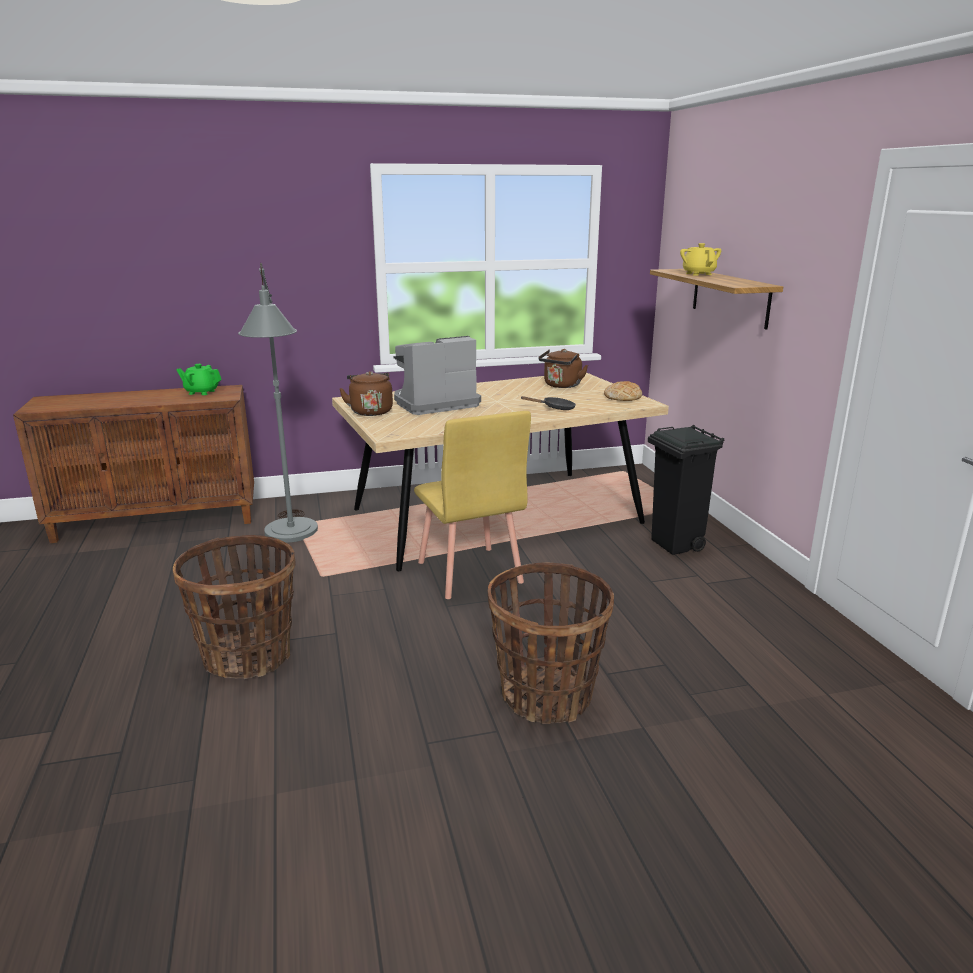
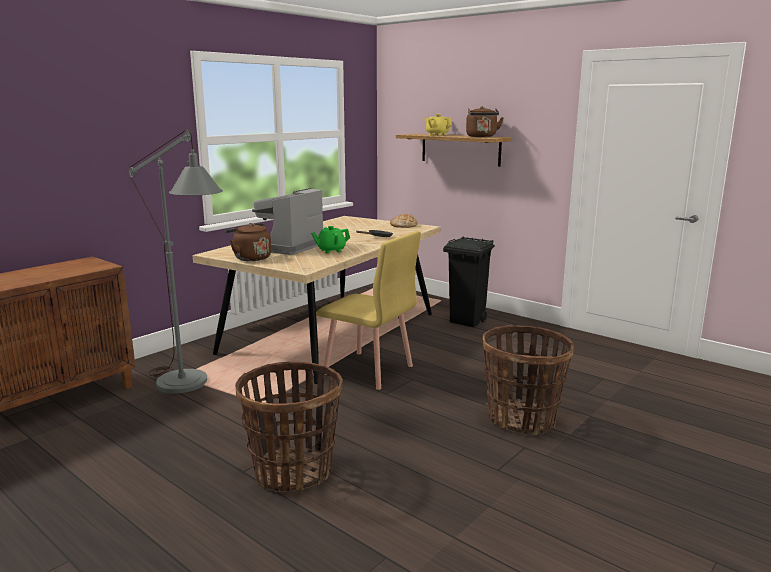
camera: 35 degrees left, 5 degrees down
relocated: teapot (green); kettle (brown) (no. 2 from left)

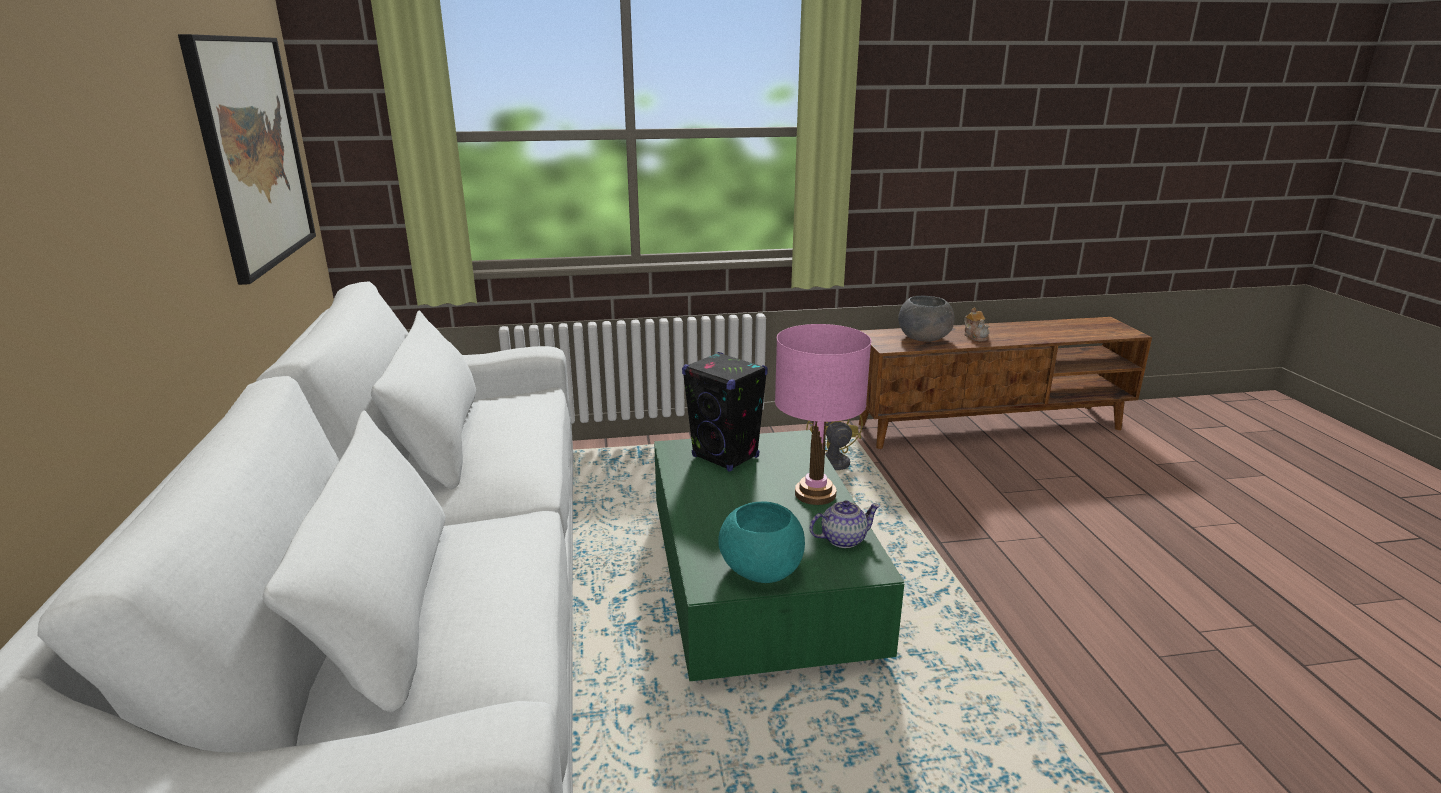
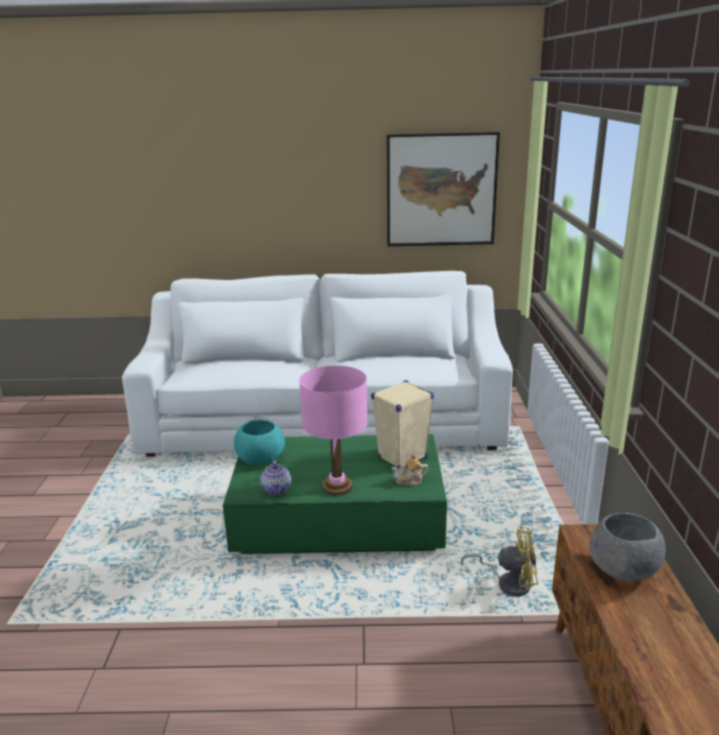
camera: 100 degrees right, 0 degrees up
relocated: teapot (no. 2 from left)
colour: speaker (black) to speaker (beige)

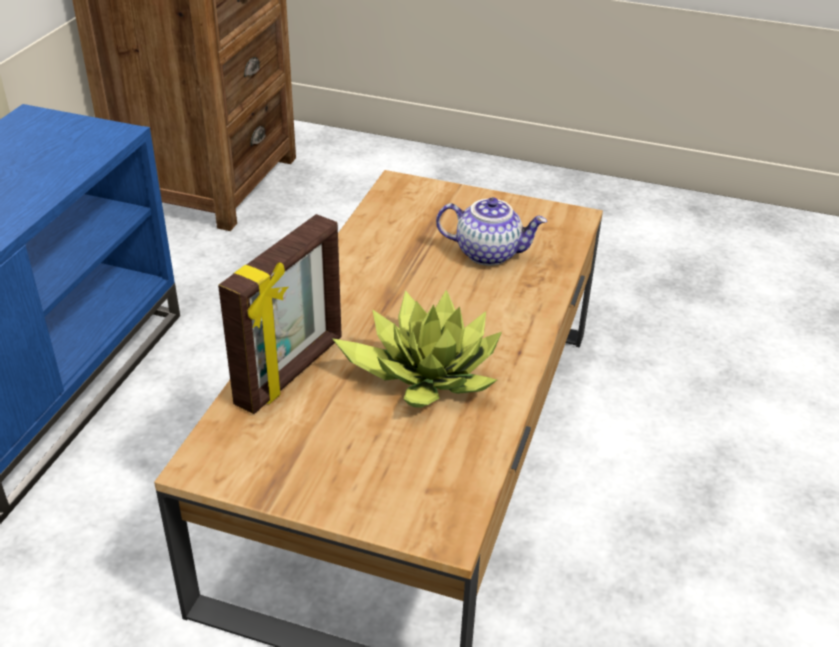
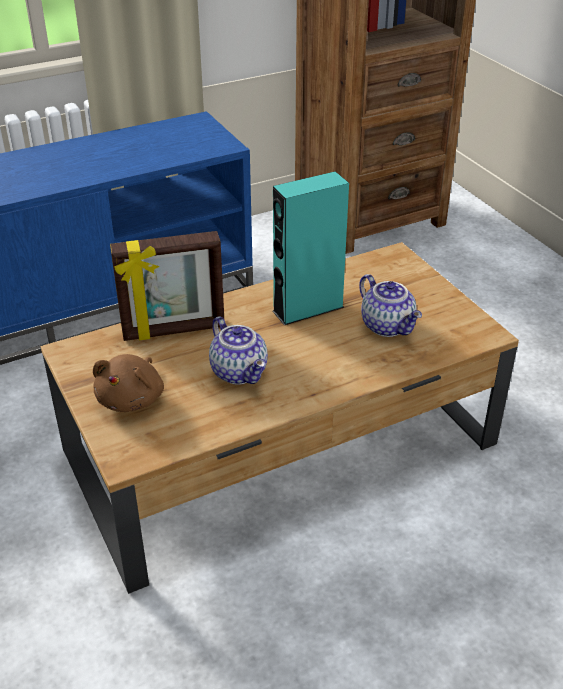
camera: 45 degrees right, 0 degrees up
appeared: plush toy (brown); speaker (turquoise)
exchanged: potted plant to teapot (no. 1 from left)

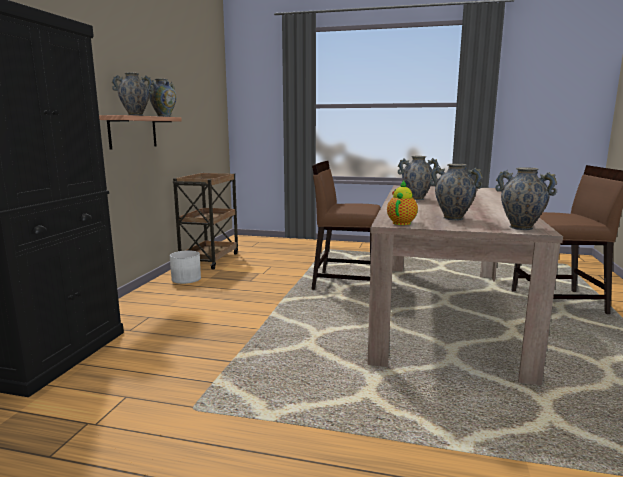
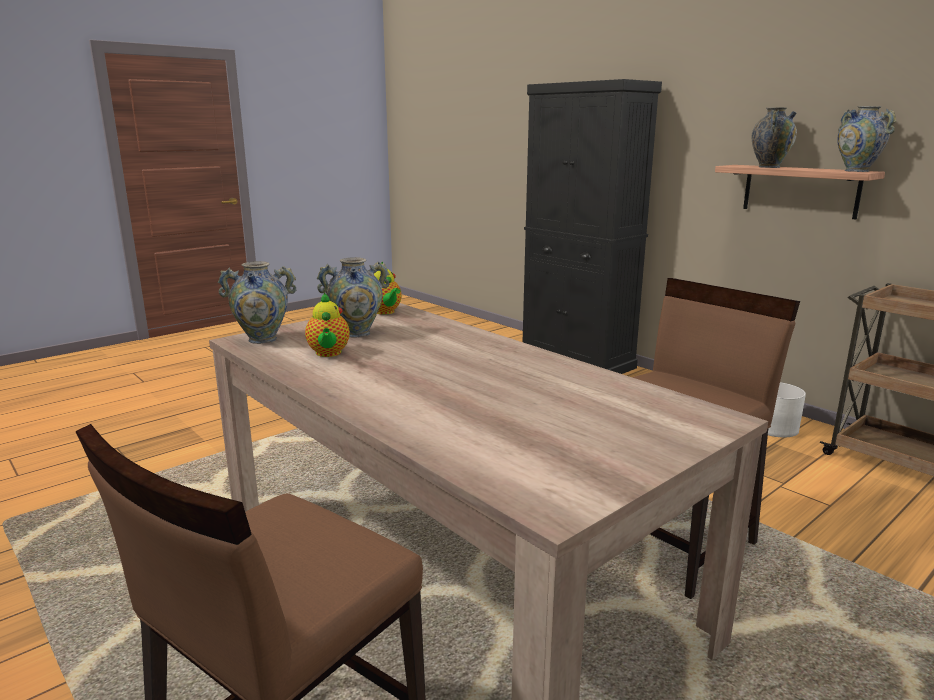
camera: 125 degrees right, 5 degrees up
missing: vase (no. 3 from left)
appeared: teapot (no. 1 from left)

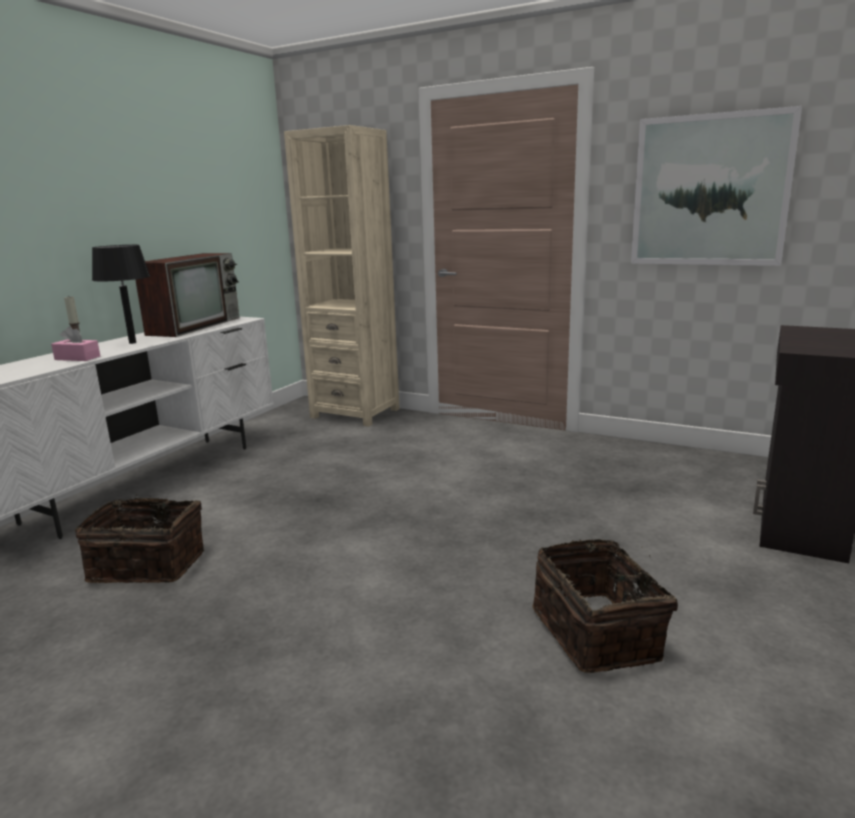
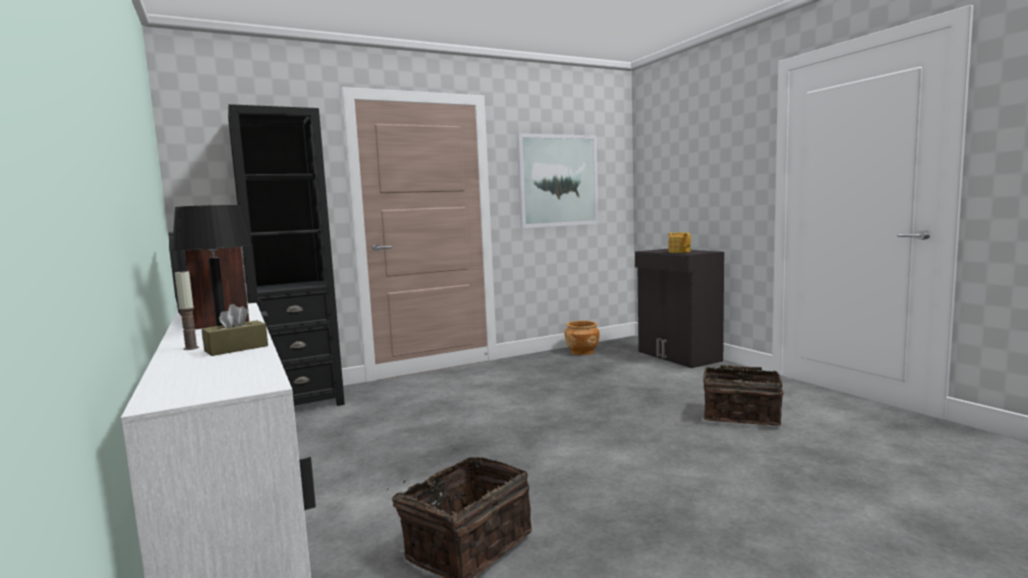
camera: 55 degrees left, 10 degrees down
appeared: planter (brown); teapot
colour: tissue box (pink) to tissue box (brown); bookcase (beige) to bookcase (black)

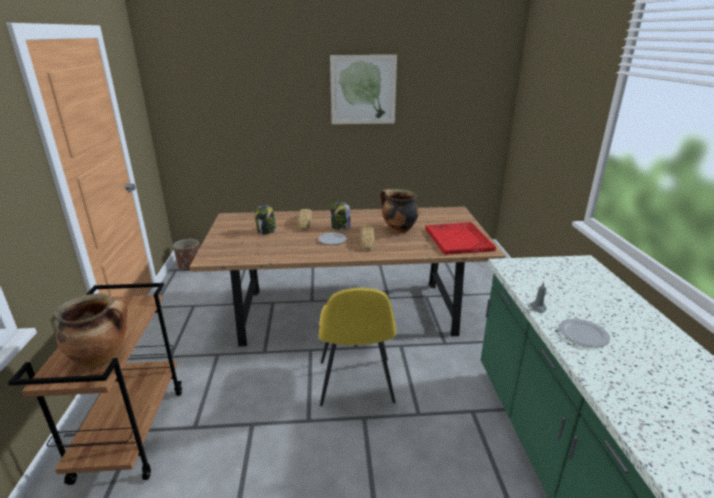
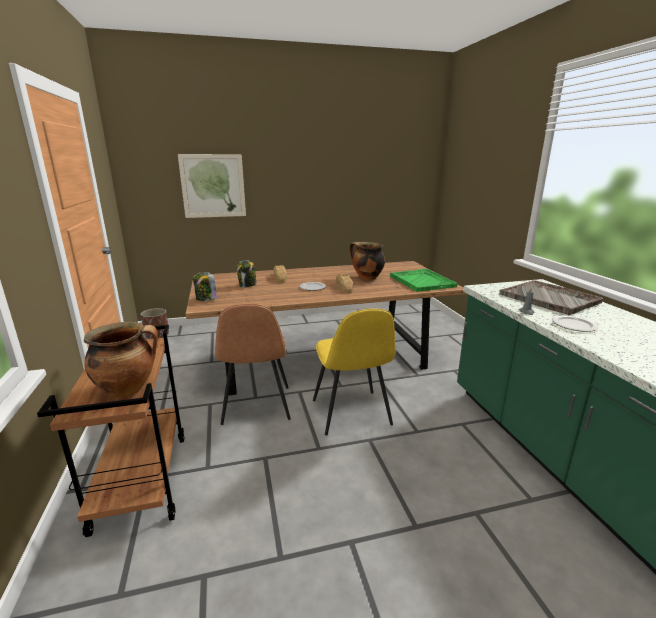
camera: 10 degrees left, 5 degrees down
appeared: chair (brown); tray (grey)
relocated: picture; jar (no. 2 from left in the first image) to jar (no. 1 from left)
colour: tray (red) to tray (green)

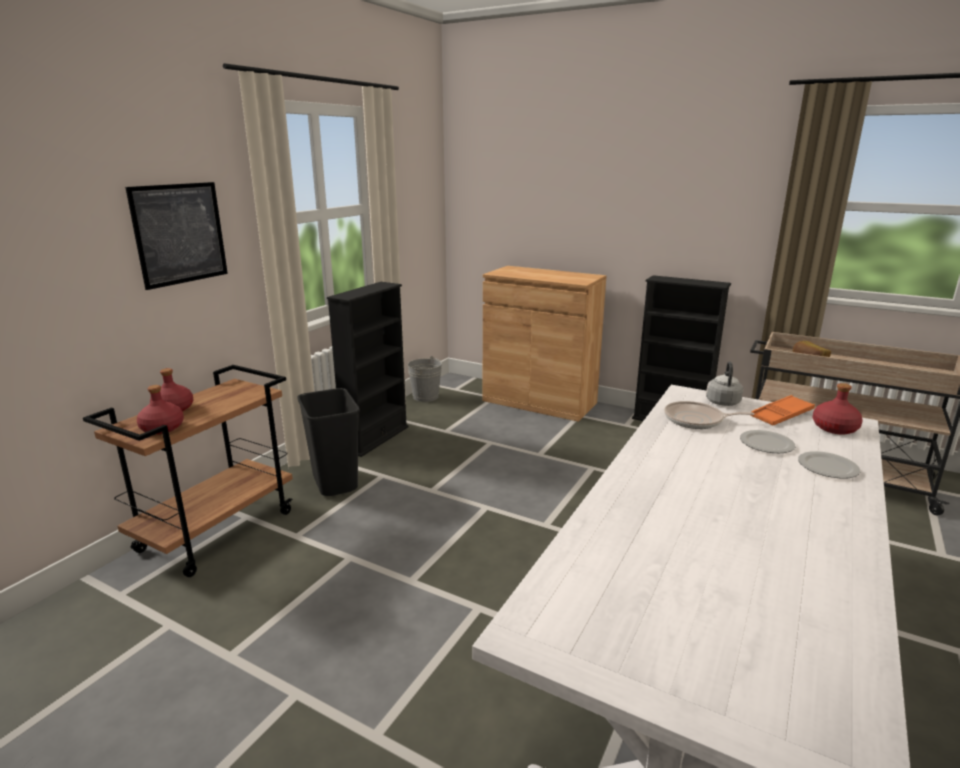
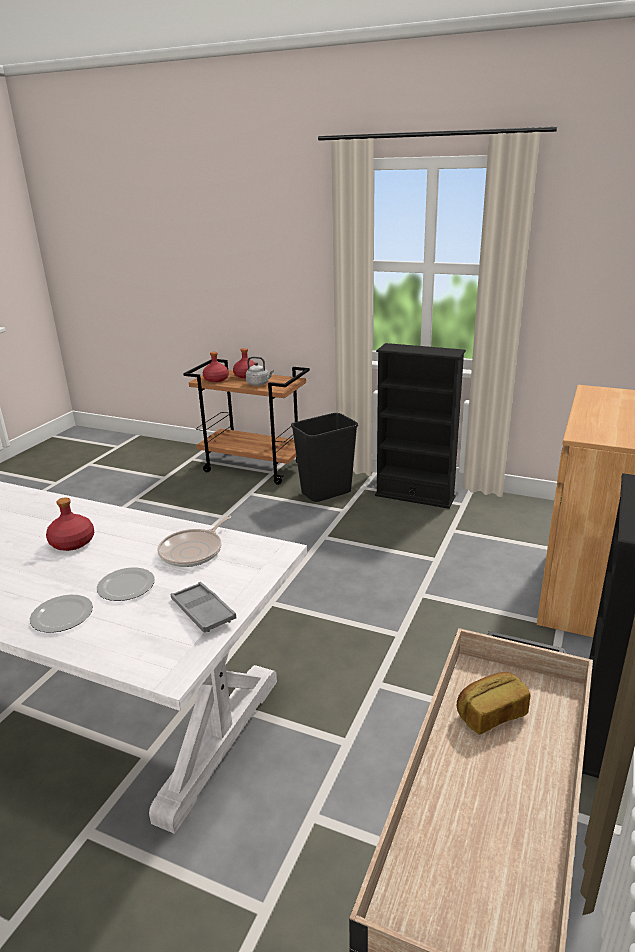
camera: 85 degrees right, 5 degrees up
missing: picture; bucket (grey)
relocated: kettle (grey); bottle (red) (no. 3 from left in the first image) to bottle (red) (no. 1 from left)
colour: tray (orange) to tray (grey)
spun: frying pan 150 degrees counterclockwise

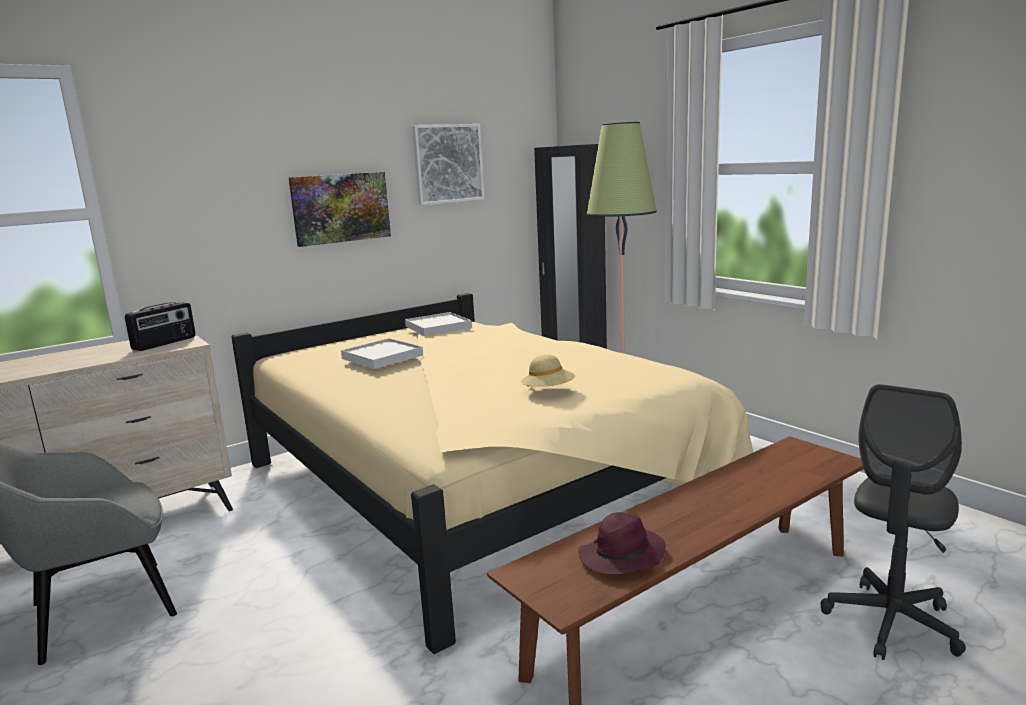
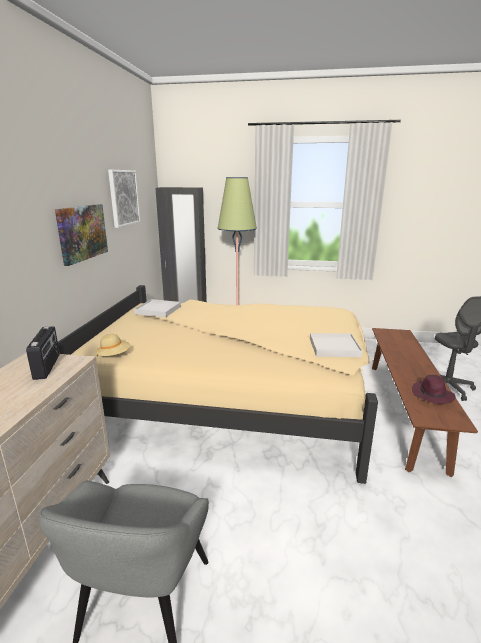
camera: 45 degrees left, 5 degrees up
relocated: tray (white) (no. 1 from left in the first image) to tray (white) (no. 2 from left); hat (beige)

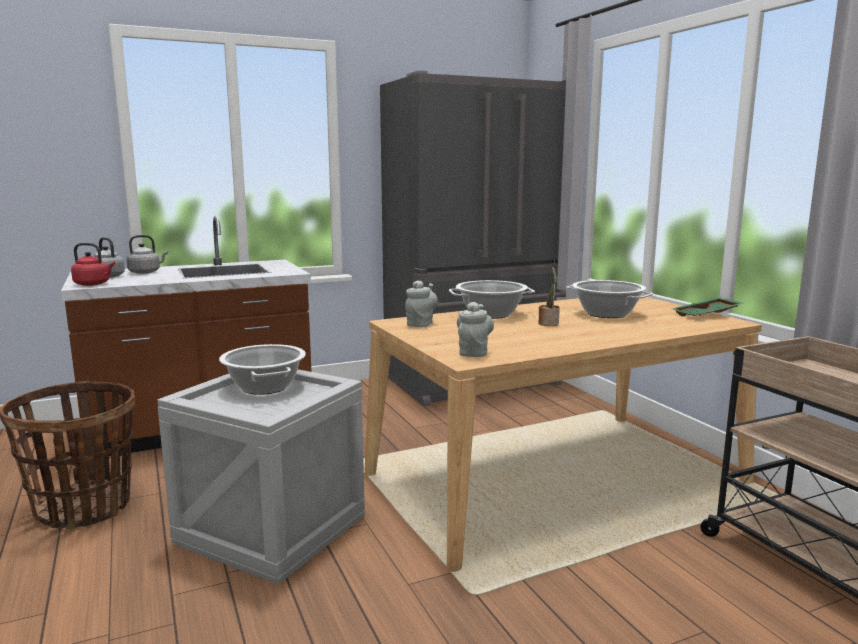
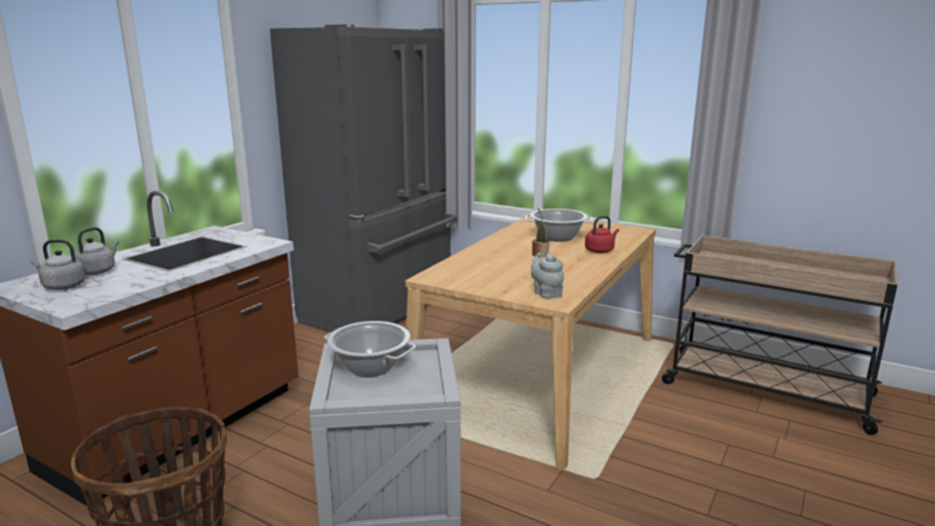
camera: 35 degrees left, 5 degrees up
missing: teapot (grey) (no. 1 from left); cooking pot (no. 2 from left); tray (green)
relocated: kettle (red)

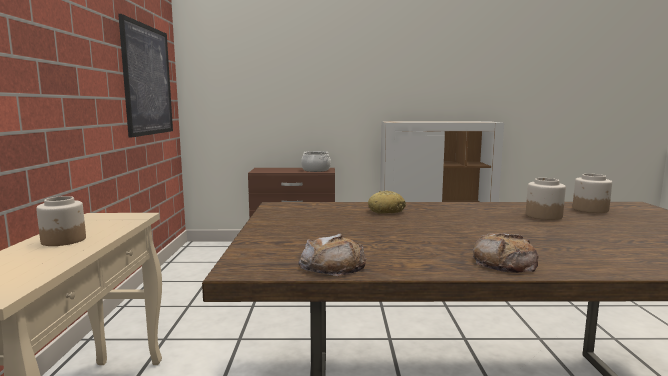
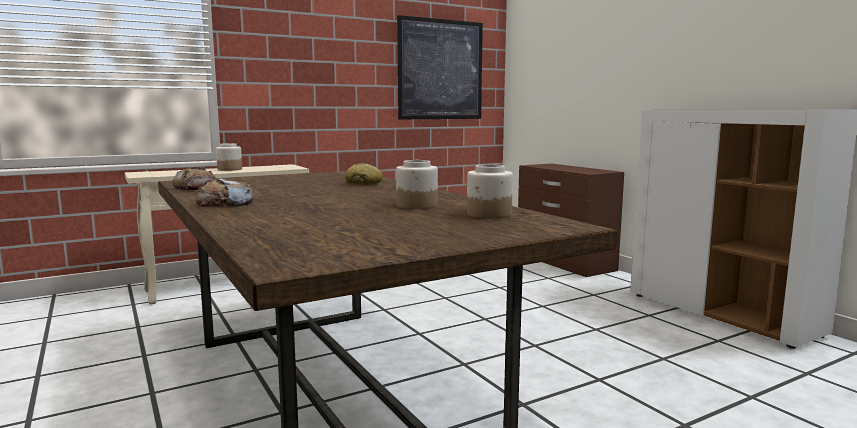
camera: 60 degrees right, 0 degrees up
missing: cooking pot

